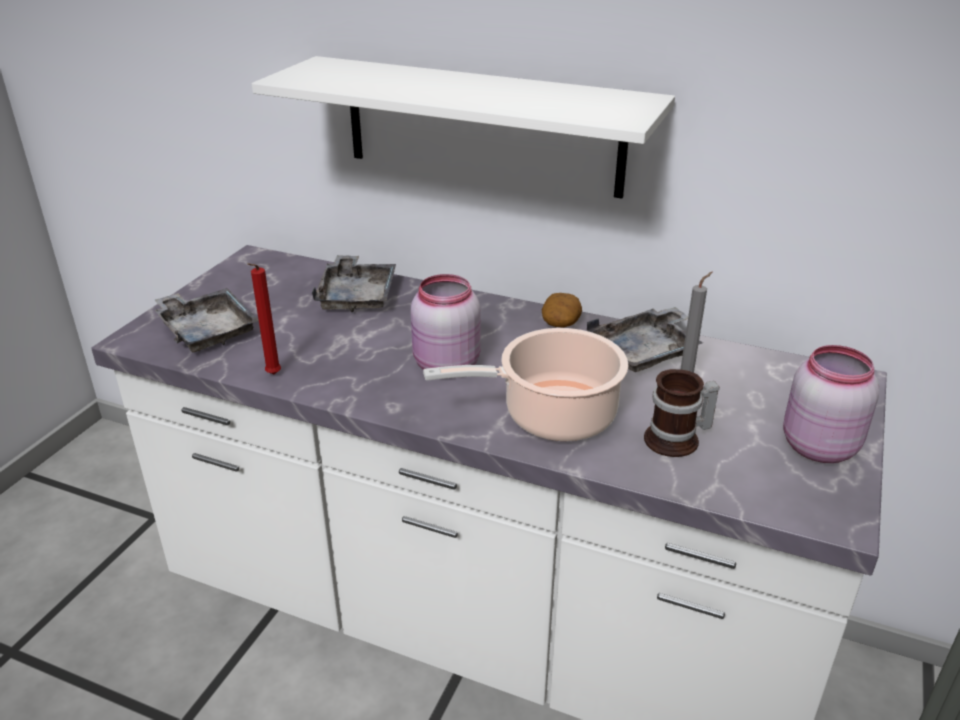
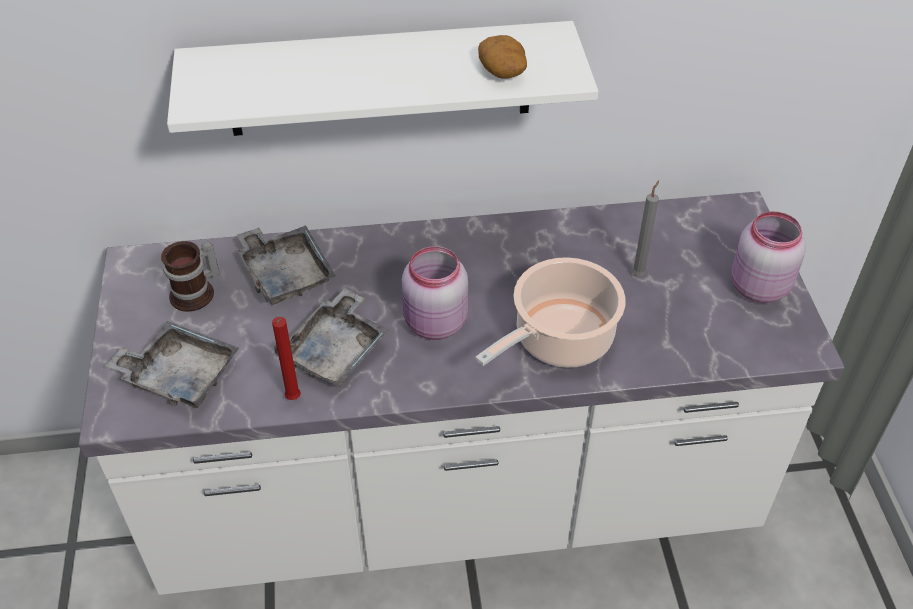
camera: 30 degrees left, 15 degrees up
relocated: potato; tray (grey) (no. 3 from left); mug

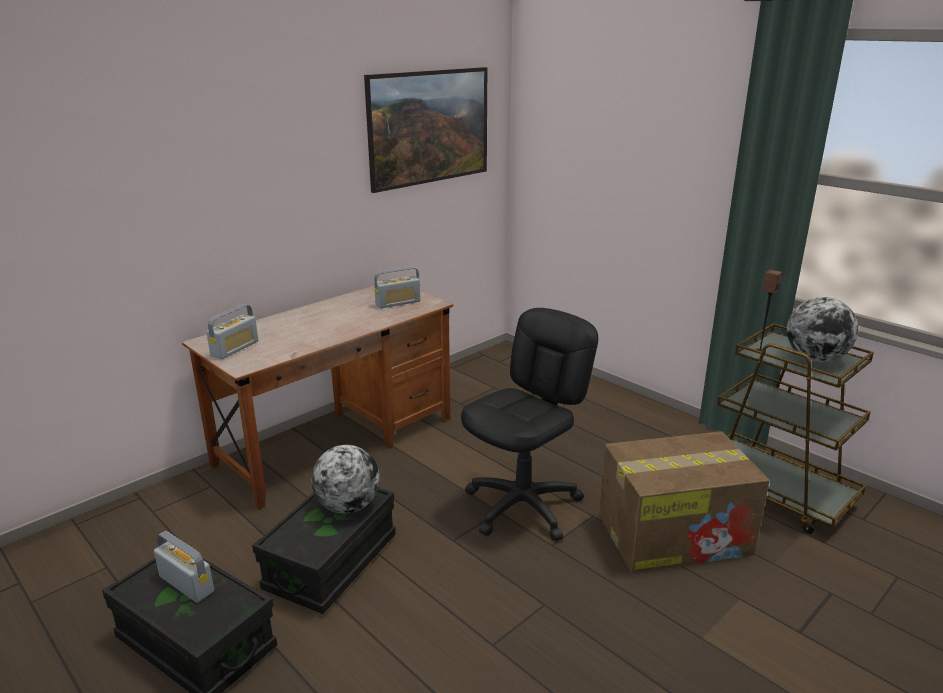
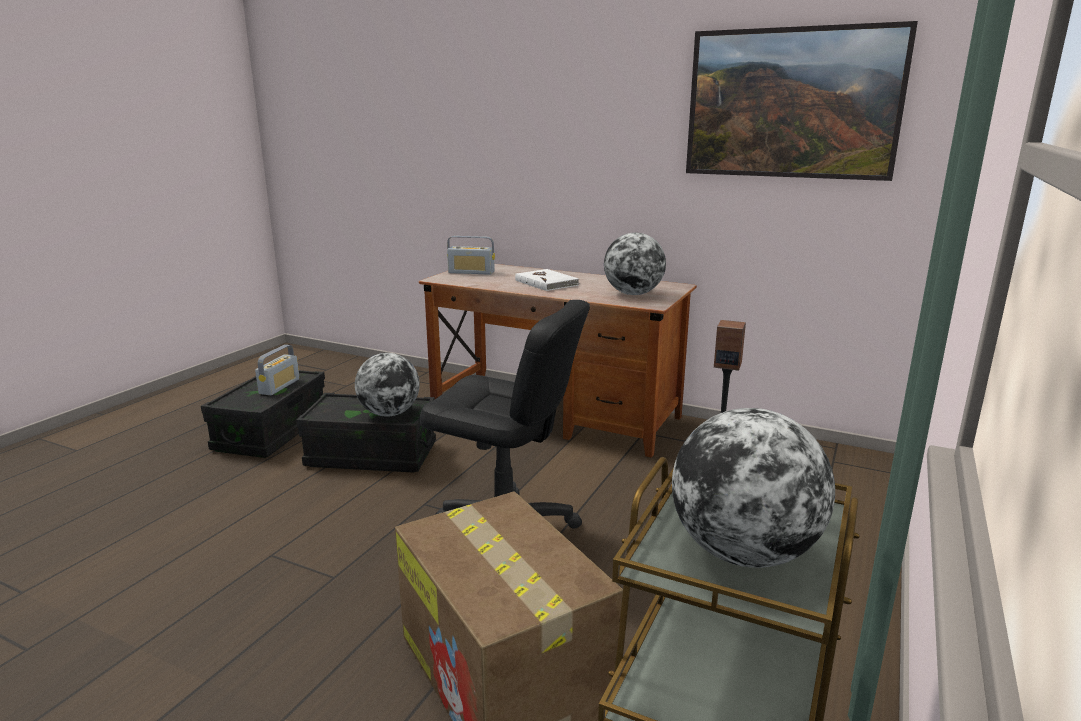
camera: 70 degrees right, 5 degrees down
appeared: book (white)
exchanged: radio (no. 3 from left) to globe (no. 2 from left)

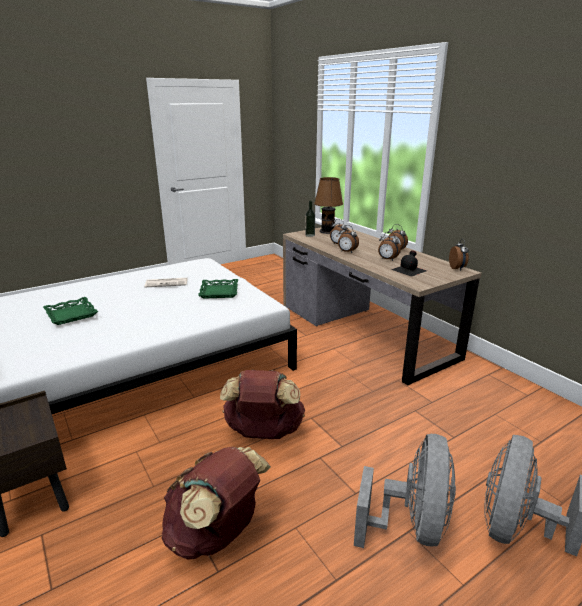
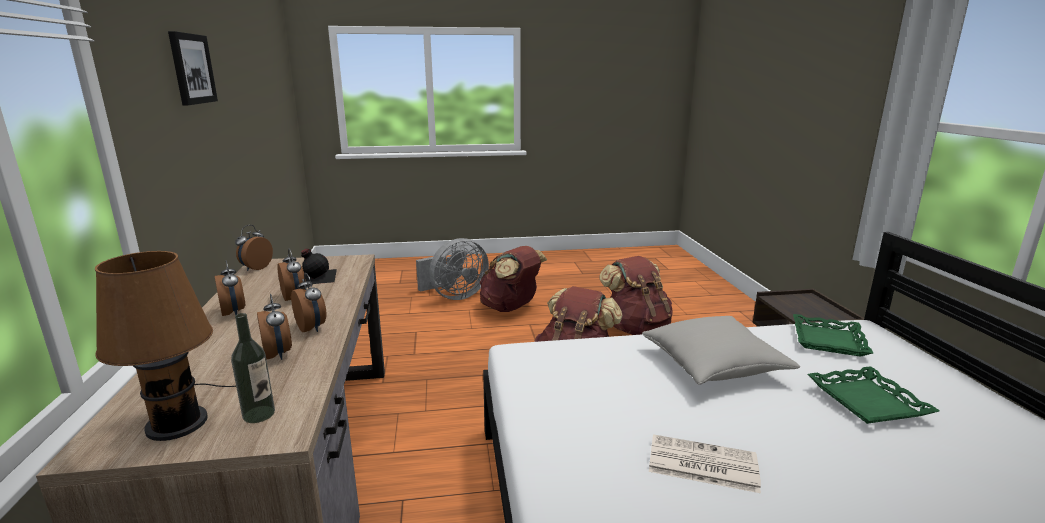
camera: 155 degrees left, 5 degrees down
appeared: picture; pillow (grey)
relocated: tray (green) (no. 2 from left in the first image) to tray (green) (no. 1 from left)
exchanged: fan (grey) (no. 1 from left) to backpack (brown) (no. 1 from left)

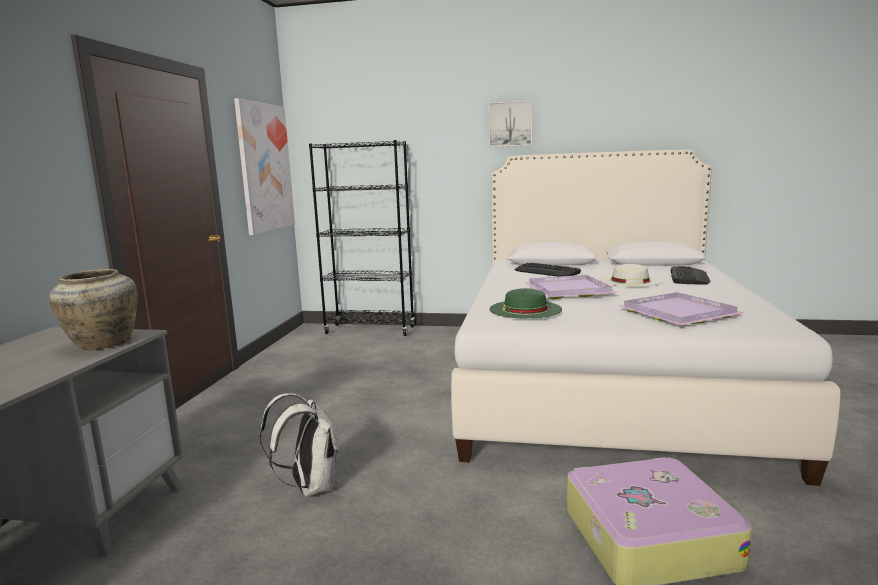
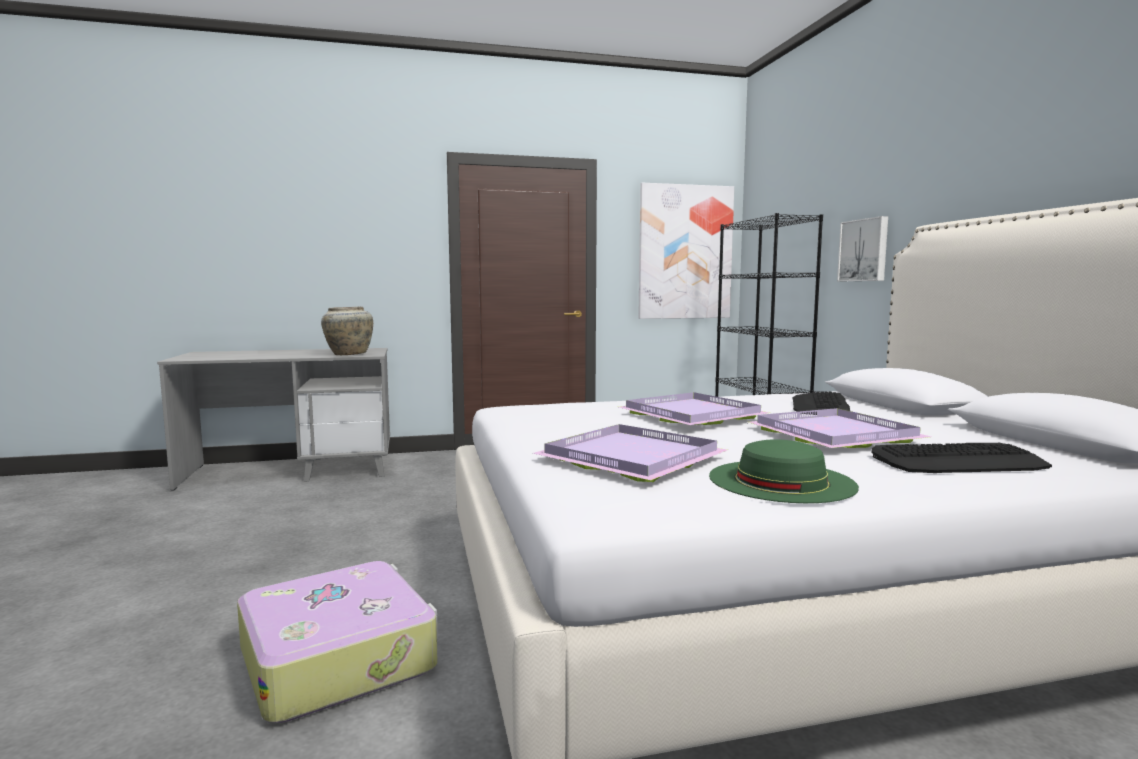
camera: 65 degrees right, 5 degrees down
missing: backpack (white)
relocated: picture (no. 2 from left); hat (green)
exchanged: hat (white) to tray (purple) (no. 3 from left)

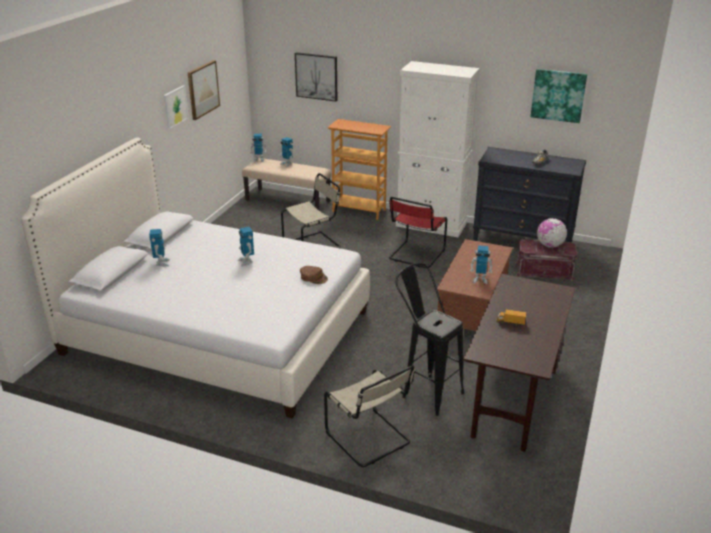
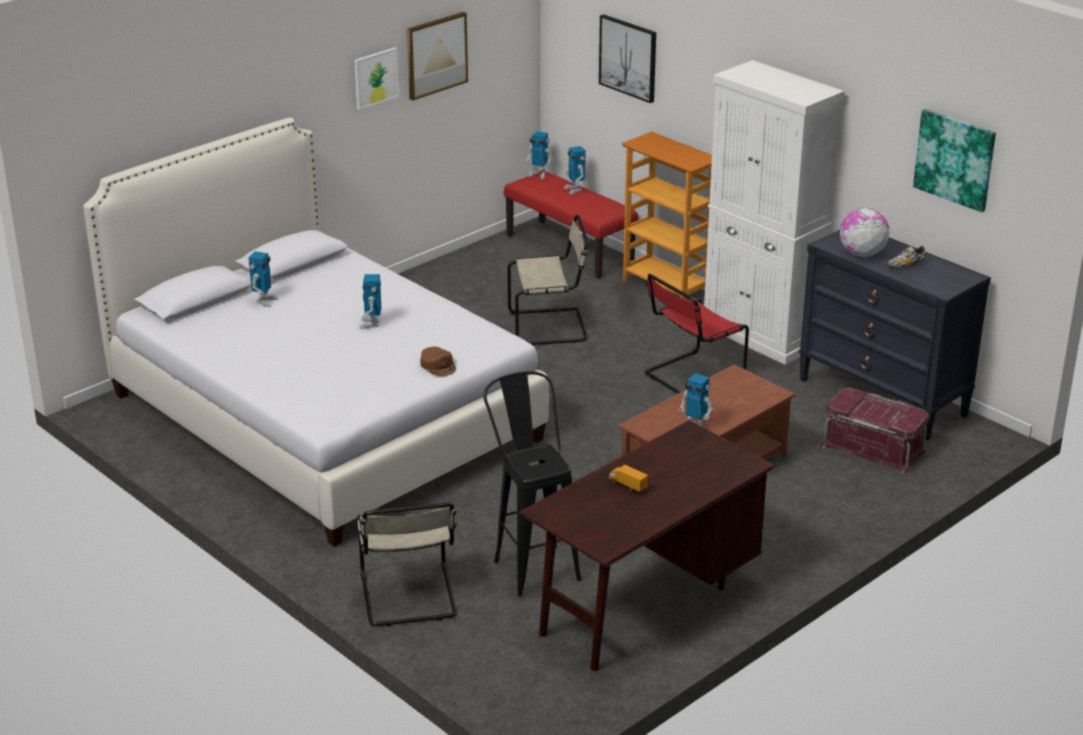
camera: 25 degrees right, 0 degrees up
relocated: globe
colour: bench (beige) to bench (red)

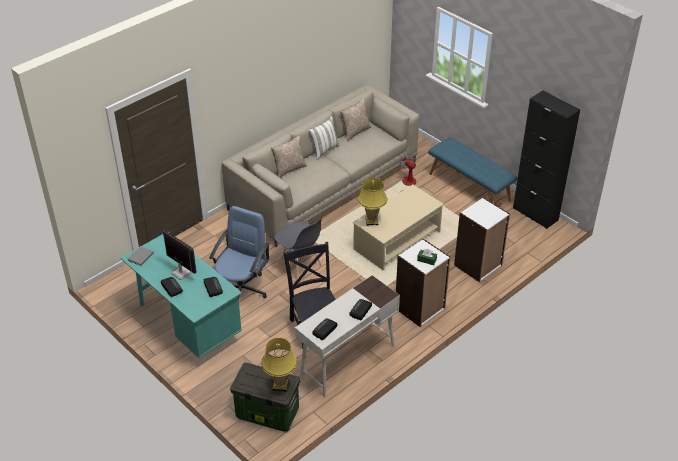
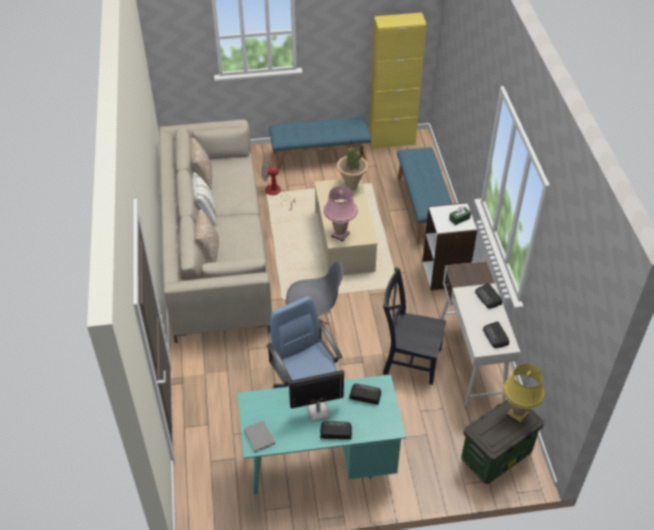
camera: 55 degrees left, 5 degrees up
appeared: potted plant
exchanged: bookcase (white) (no. 2 from left) to bench (blue) (no. 2 from left)
colour: table lamp (yellow) (no. 2 from left) to table lamp (pink); cabinet (black) to cabinet (yellow)

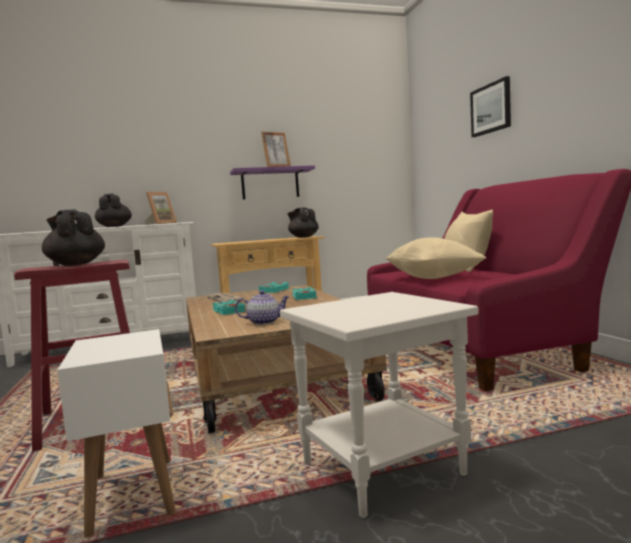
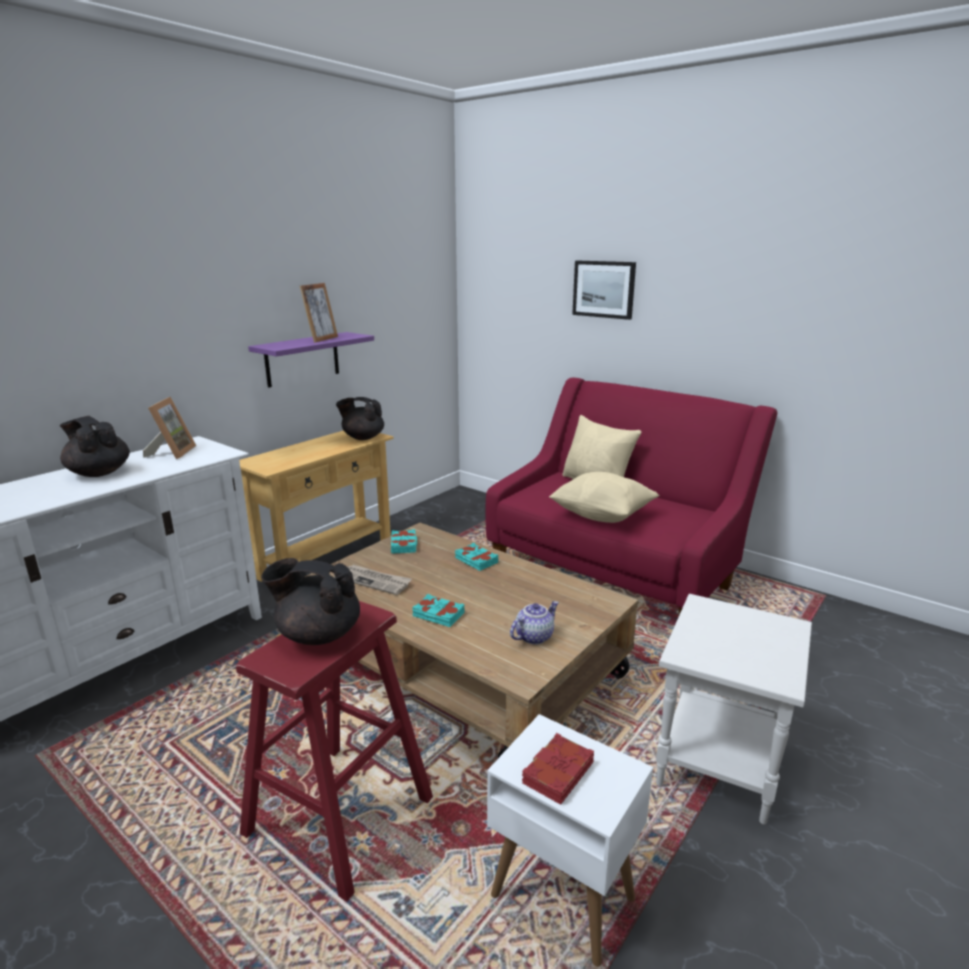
camera: 35 degrees left, 15 degrees up
appeared: book (red)

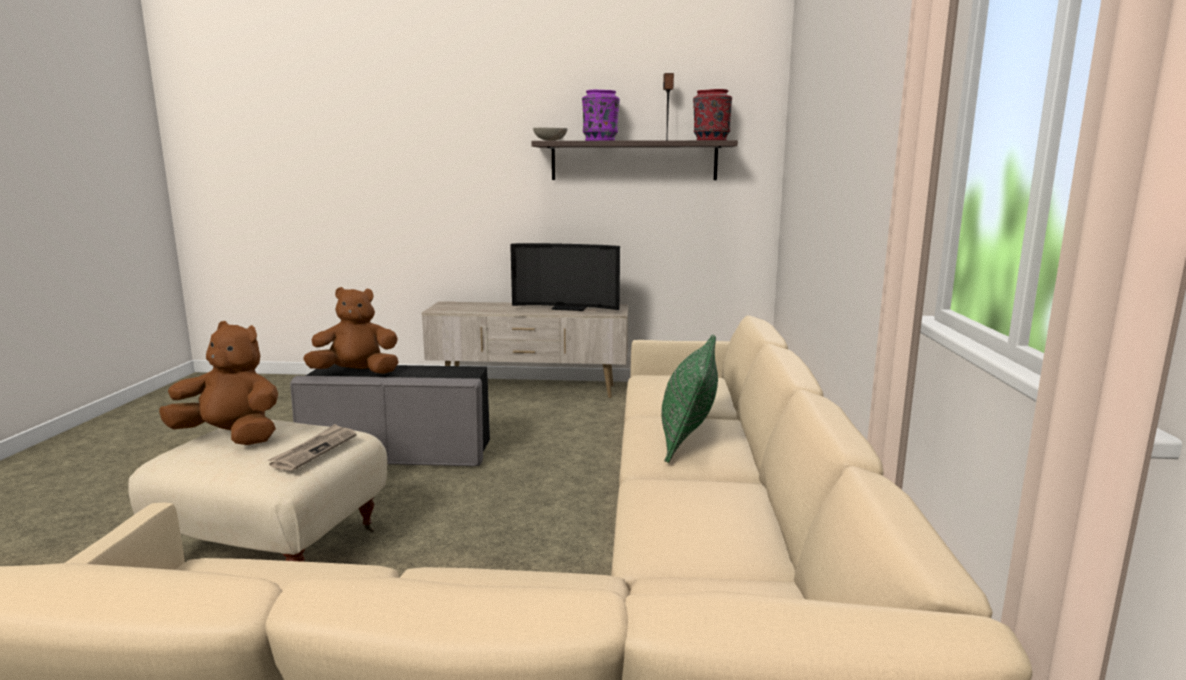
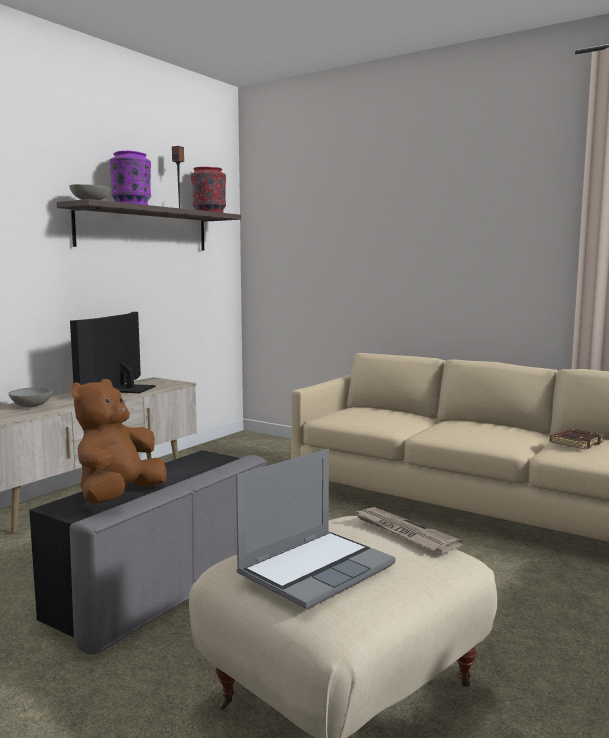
camera: 60 degrees left, 5 degrees down
missing: pillow (green)
appeared: bowl (grey) (no. 1 from left); book (brown)
exchanged: plush toy (brown) (no. 1 from left) to laptop
spun: television 150 degrees clockwise

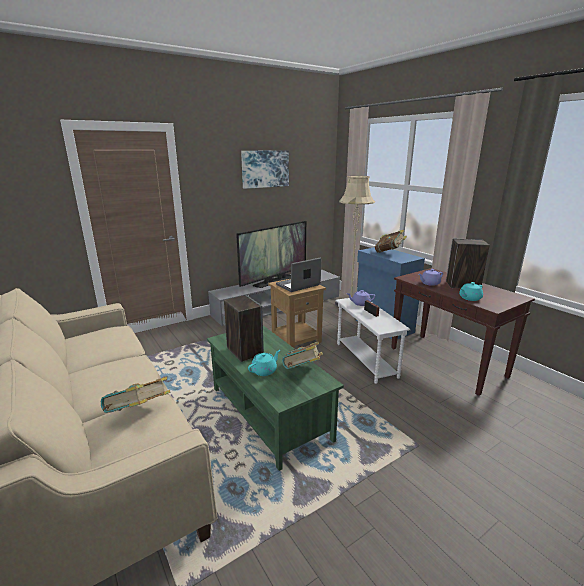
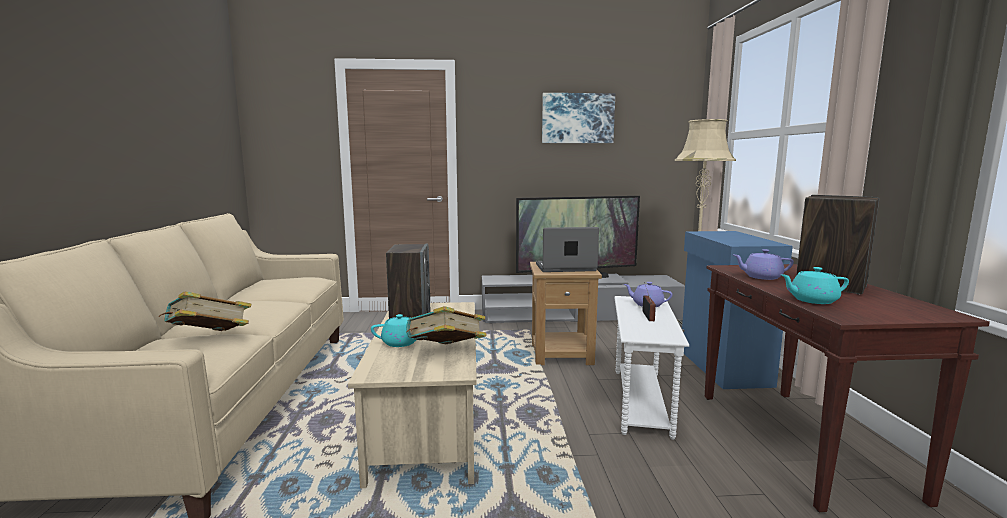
camera: 30 degrees right, 10 degrees down
missing: book (no. 3 from left)
colour: coffee table (green) to coffee table (beige)

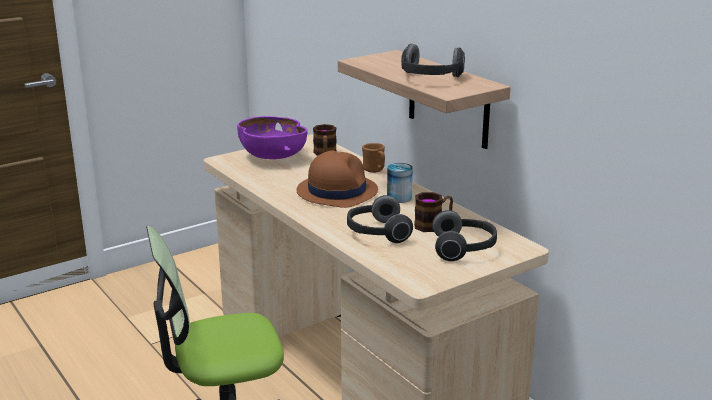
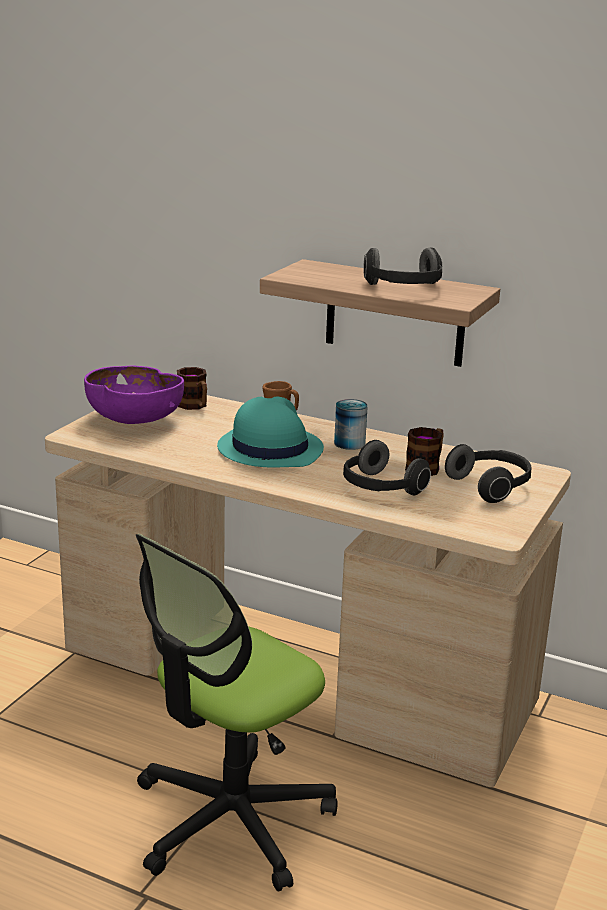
camera: 30 degrees left, 0 degrees up
colour: hat (brown) to hat (turquoise)

